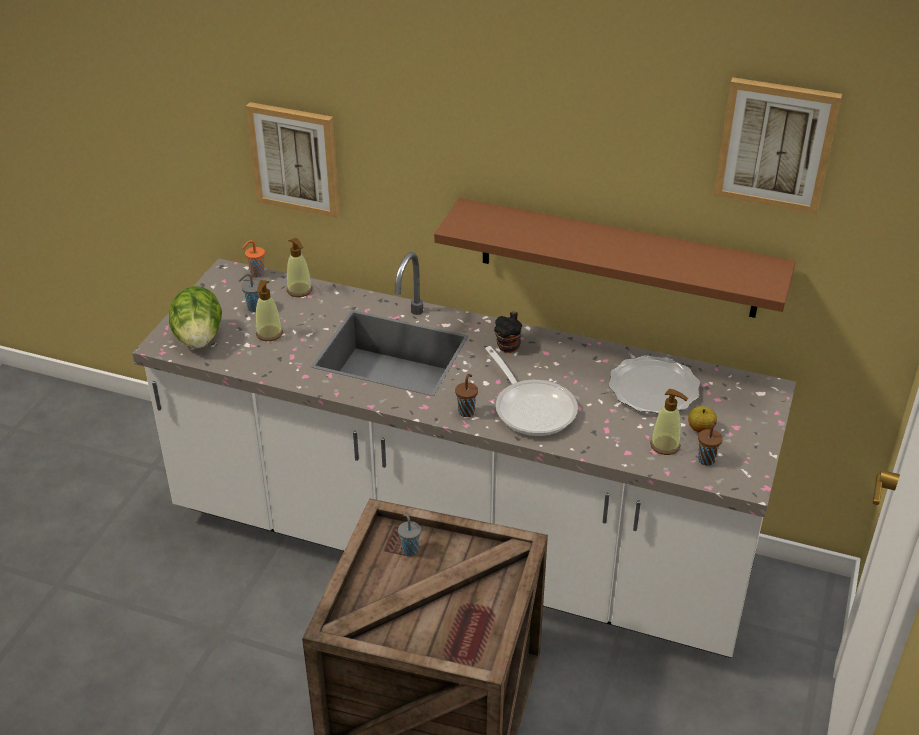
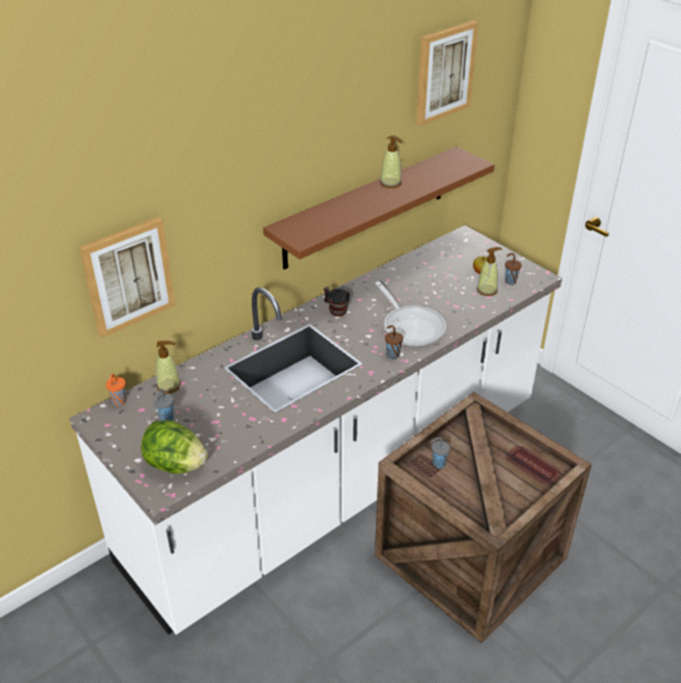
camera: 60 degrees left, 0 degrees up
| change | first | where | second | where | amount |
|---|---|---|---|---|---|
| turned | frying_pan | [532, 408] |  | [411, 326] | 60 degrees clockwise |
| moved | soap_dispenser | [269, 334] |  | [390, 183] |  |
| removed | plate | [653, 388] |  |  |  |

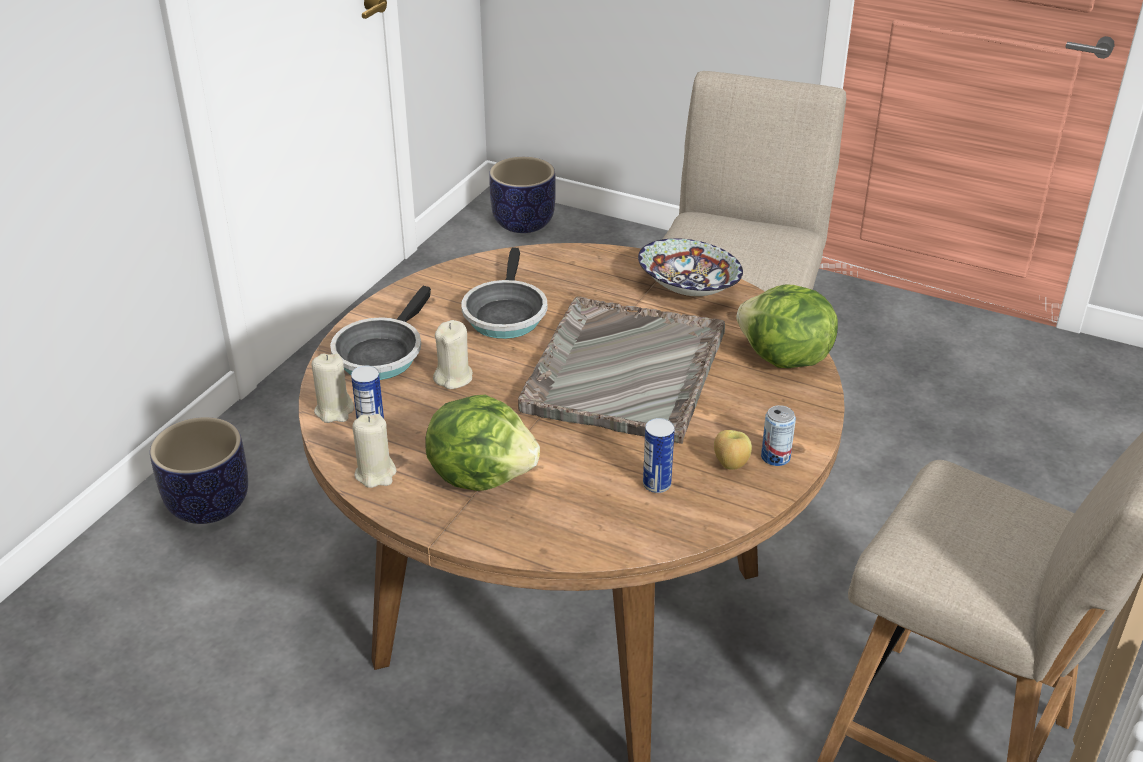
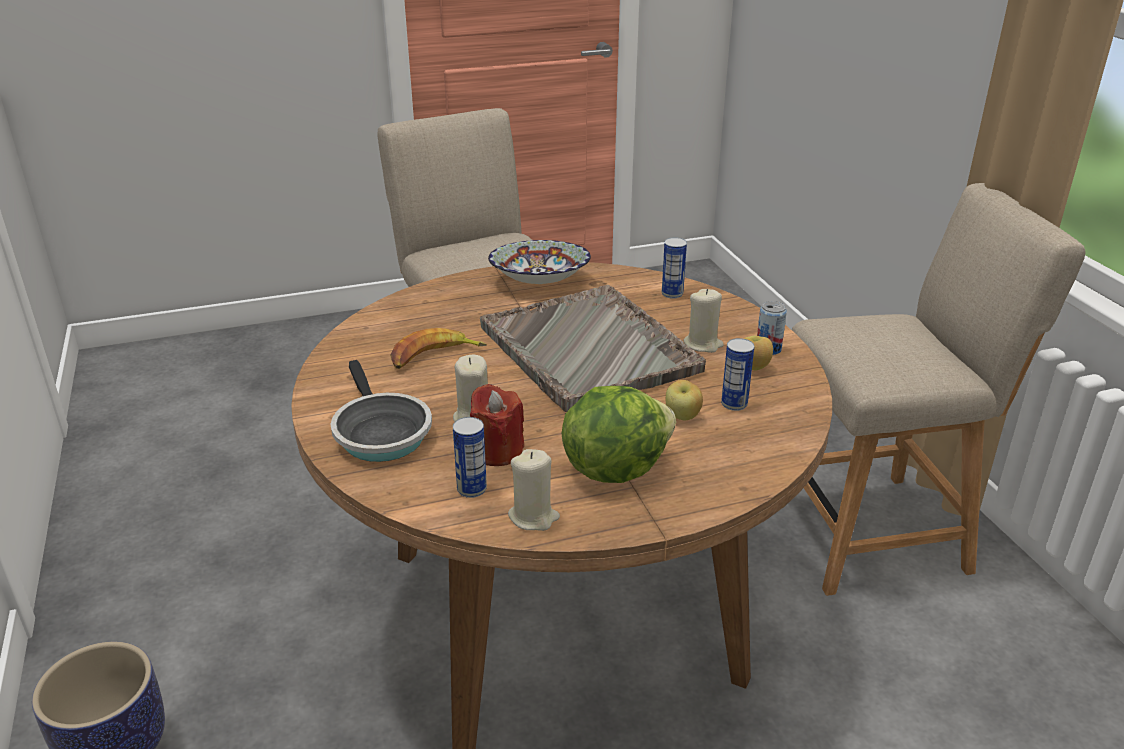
camera: 45 degrees left, 5 degrees down
| change | first | where | second | where | amount |
|---|---|---|---|---|---|
| replaced | frying_pan | [504, 314] | banana | [434, 356] |  |
| added |  |  | red_candle | [497, 451] |  |
| replaced | lettuce | [784, 359] | can | [672, 294] |  |
| added |  |  | apple | [682, 417] |  |
| moved | beige_candle | [334, 411] |  | [703, 344] |  |
| removed | planter | [523, 222] |  |  |  |

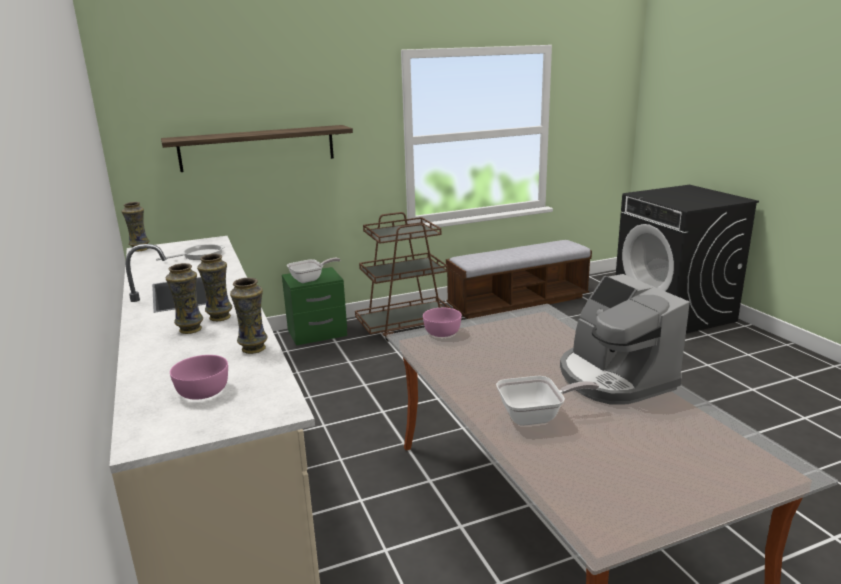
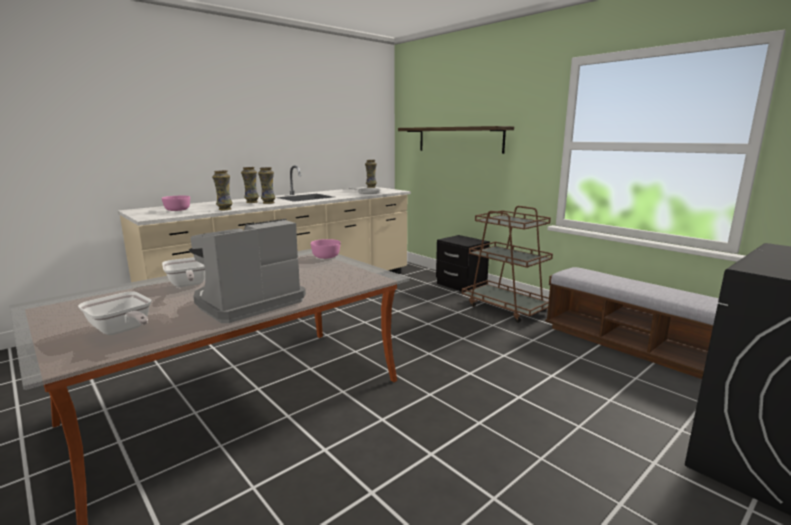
camera: 70 degrees right, 5 degrees down
| change | first | where | second | where | amount |
|---|---|---|---|---|---|
| moved | frying_pan | [310, 279] |  | [122, 330] |  |
| recoloured | green_nightstand | [317, 333] | black_nightstand | [460, 285] |  |

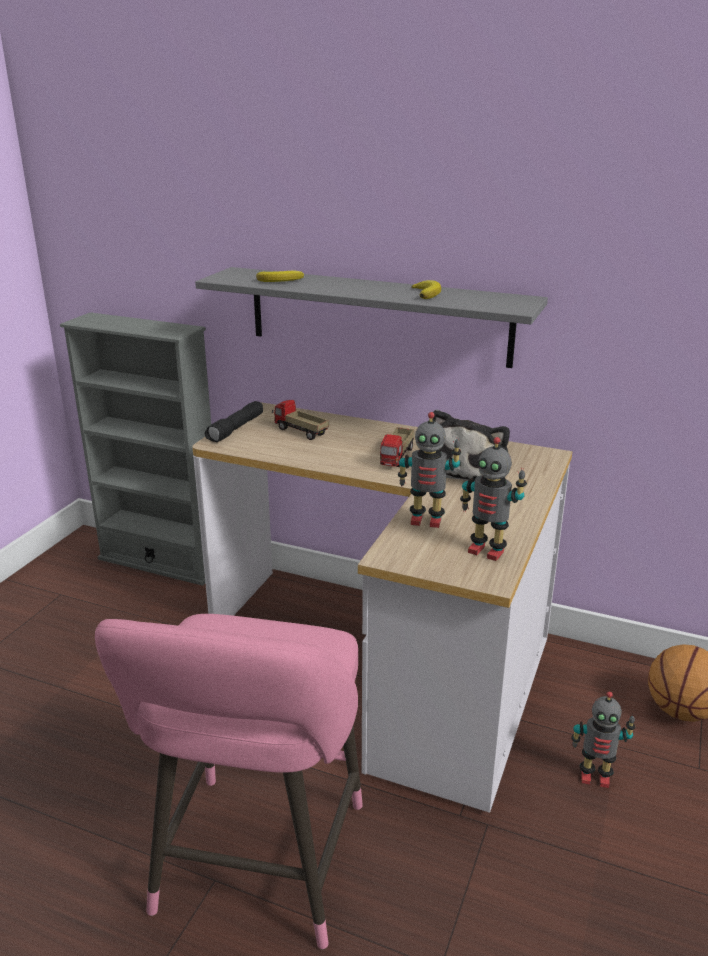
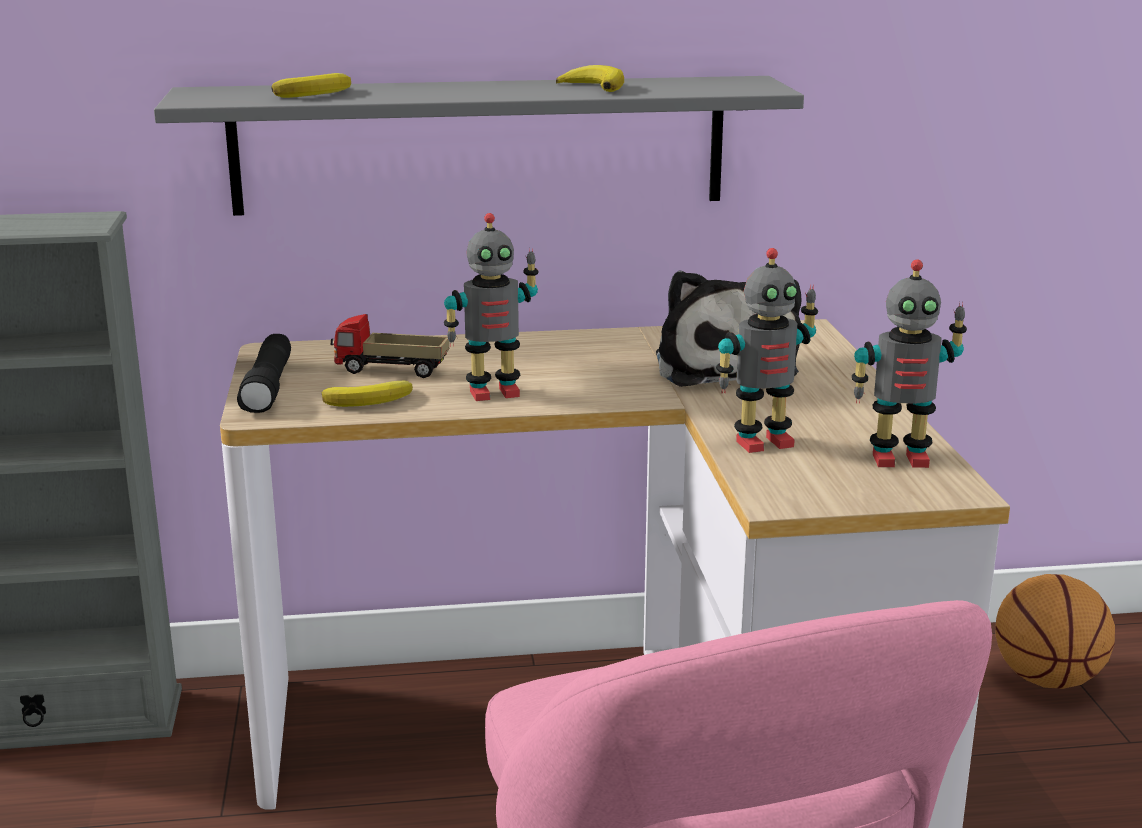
camera: 30 degrees left, 5 degrees down
| change | first | where | second | where | amount |
|---|---|---|---|---|---|
| added |  |  | banana | [372, 400] |  |
| moved | toy_robot | [595, 777] |  | [493, 392] |  |
| removed | toy_truck | [397, 457] |  |  |  |

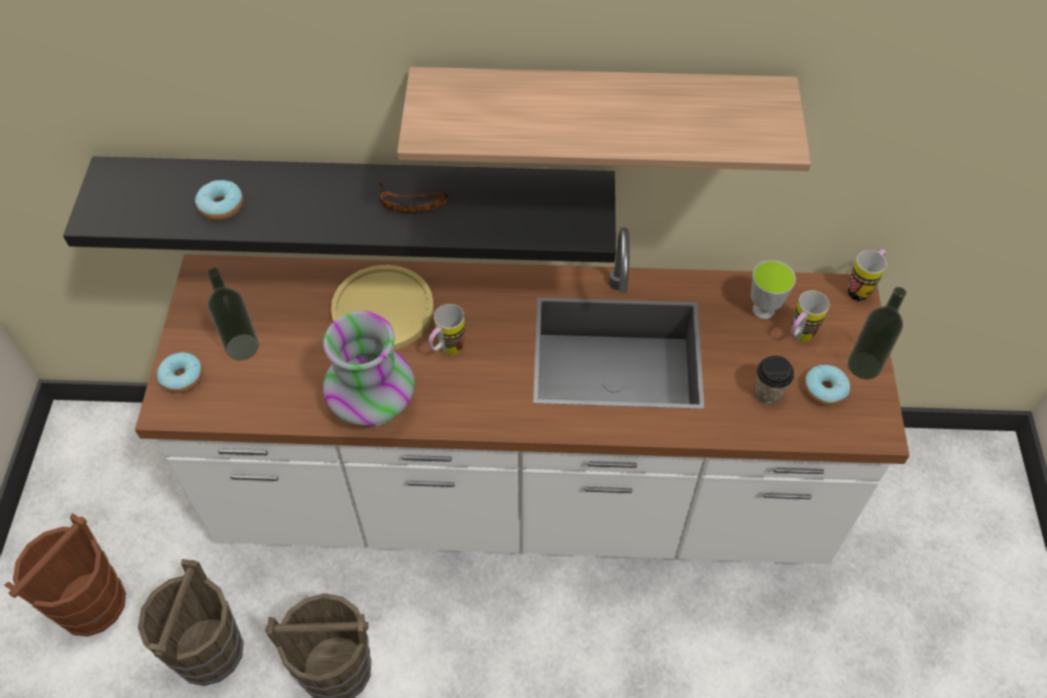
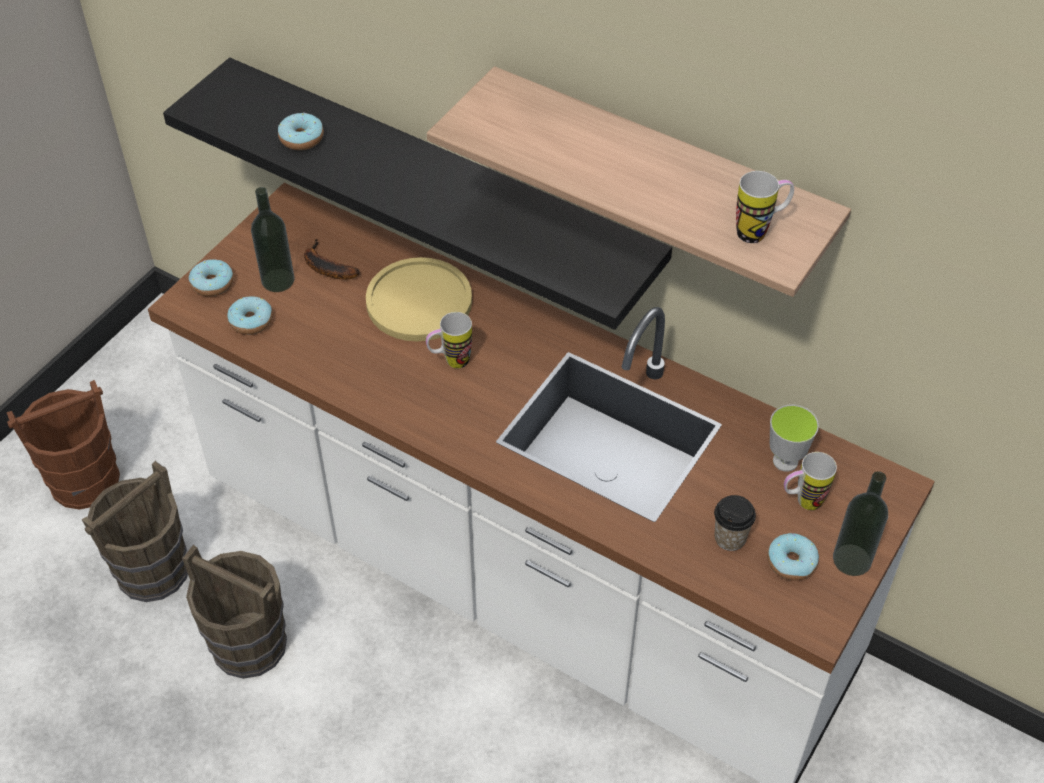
camera: 30 degrees right, 5 degrees down
| change | first | where | second | where | amount |
|---|---|---|---|---|---|
| added |  |  | donut | [251, 321] |  |
| moved | banana | [407, 205] |  | [325, 267] |  |
| moved | mug | [862, 289] |  | [759, 231] |  |
| removed | vase | [373, 403] |  |  |  |

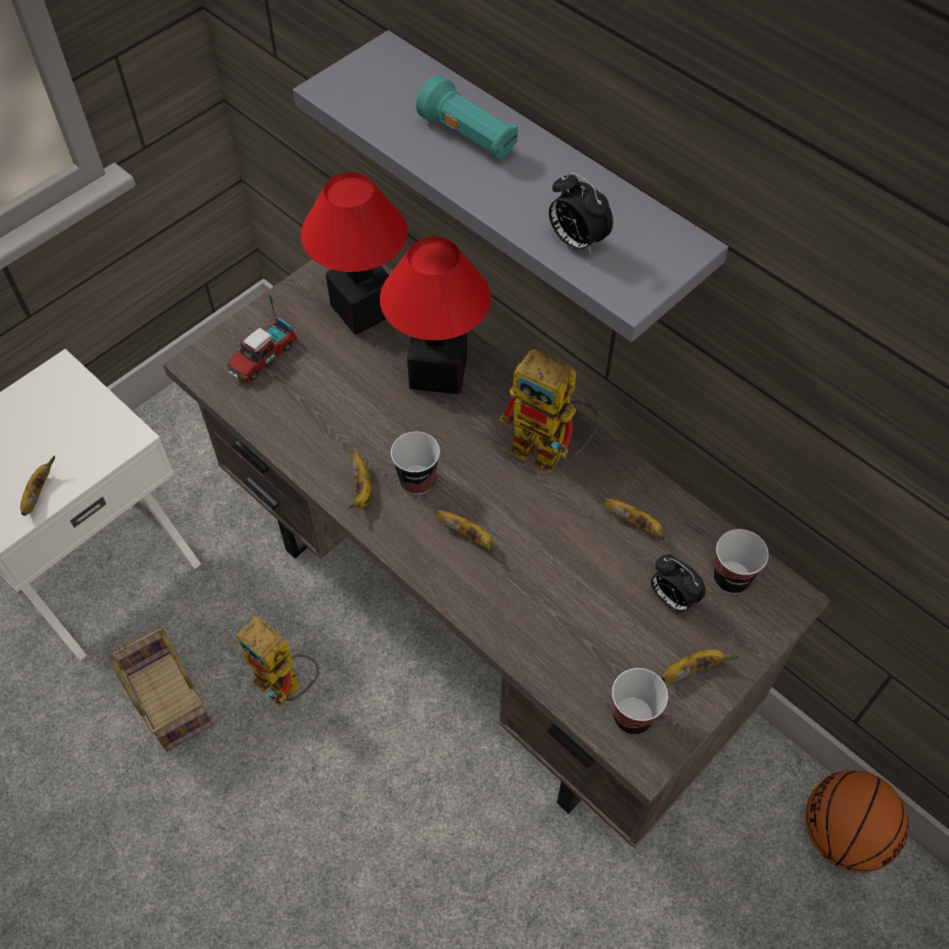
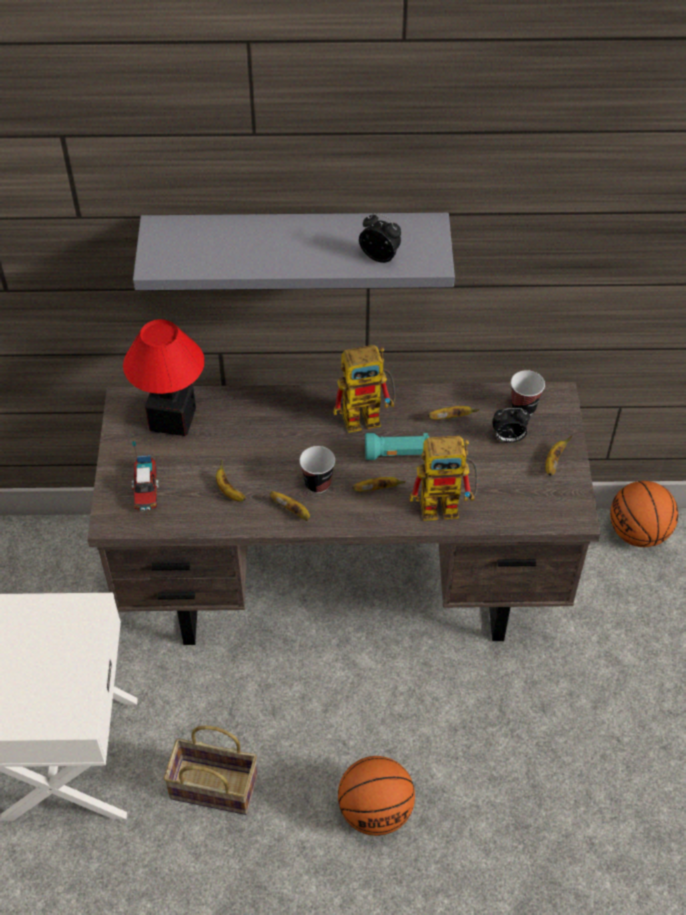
camera: 45 degrees left, 5 degrees down
| change | first | where | second | where | amount |
|---|---|---|---|---|---|
| moved | banana | [38, 494] |  | [229, 491] |  |
| added |  |  | basketball | [375, 811] |  |
| turned | alarm_clock | [576, 241] |  | [380, 256] | 150 degrees counterclockwise |
| moved | turquoise_flashlight | [468, 137] |  | [397, 454] |  |
| moved | toy_robot | [287, 687] |  | [448, 505] |  |
| removed | table_lamp | [437, 373] |  |  |  |
| removed | cup | [632, 716] |  |  |  |

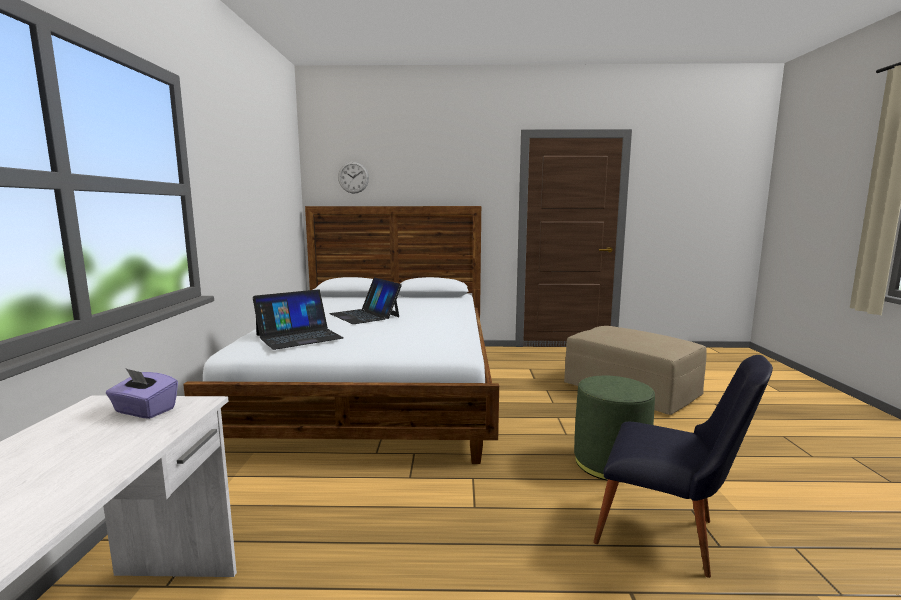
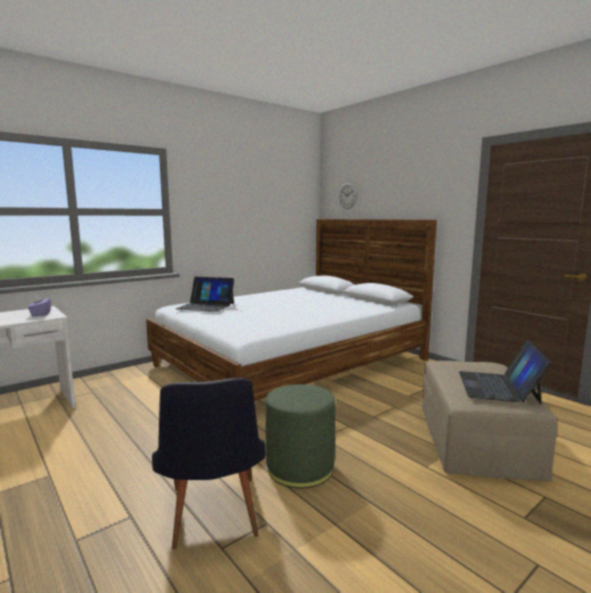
camera: 50 degrees right, 0 degrees up
| change | first | where | second | where | amount |
|---|---|---|---|---|---|
| moved | laptop | [365, 315] |  | [498, 387] |  |

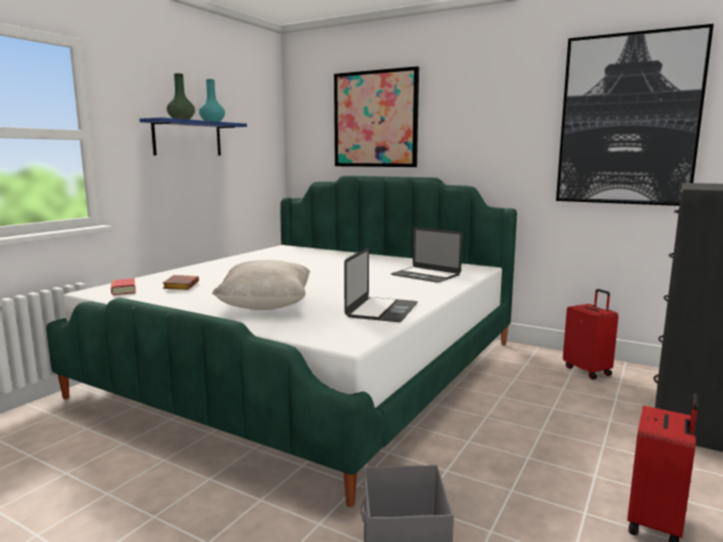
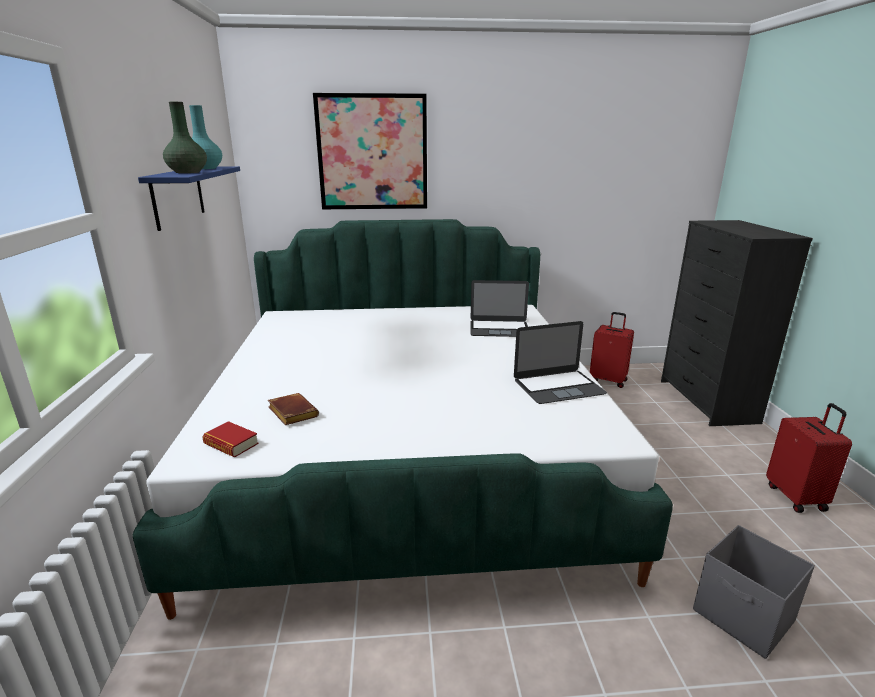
camera: 35 degrees left, 10 degrees up
| change | first | where | second | where | amount |
|---|---|---|---|---|---|
| turned | laptop | [382, 309] |  | [558, 387] | 90 degrees clockwise |
| removed | beige_pillow | [266, 306] |  |  |  |
| removed | picture | [628, 120] |  |  |  |

